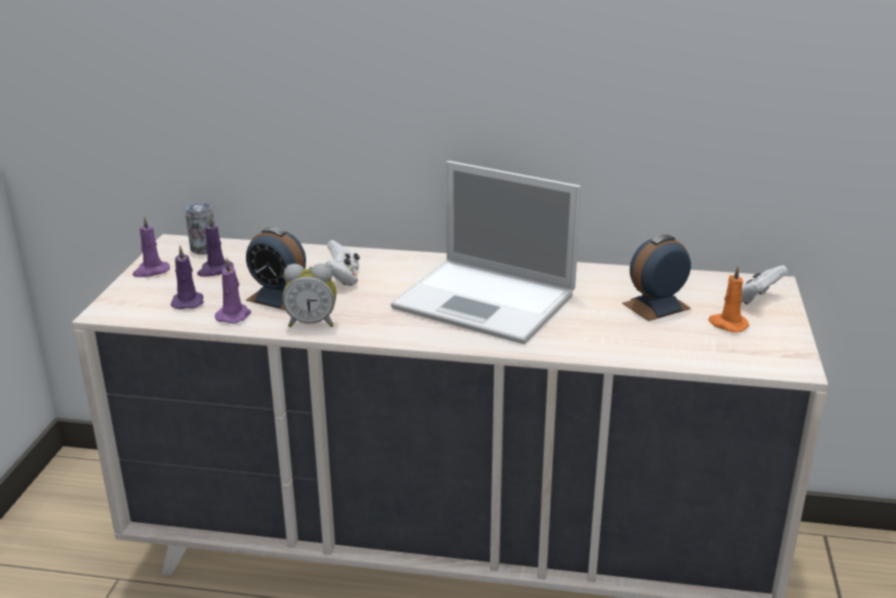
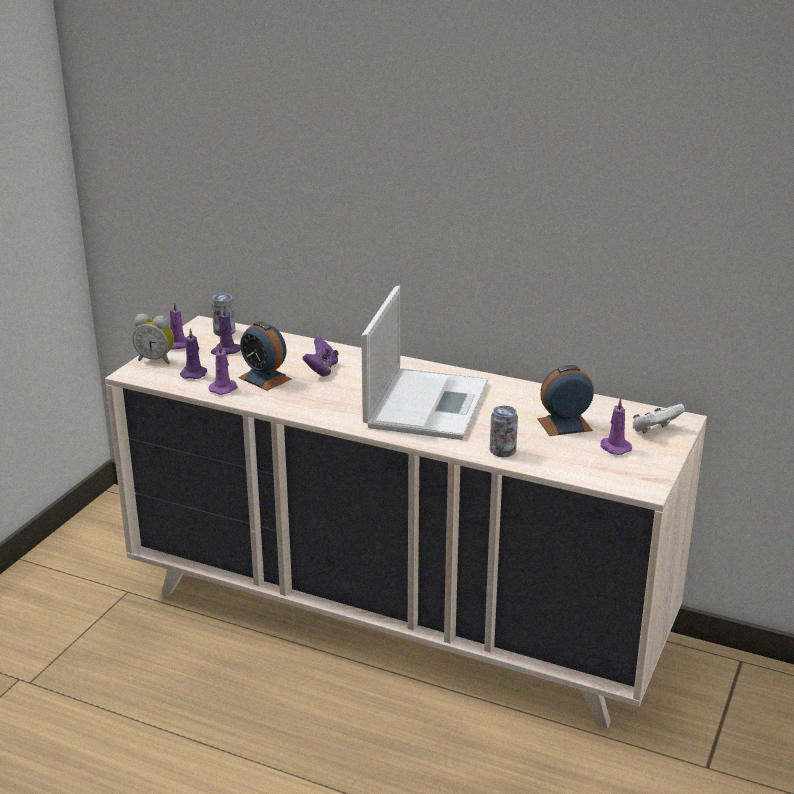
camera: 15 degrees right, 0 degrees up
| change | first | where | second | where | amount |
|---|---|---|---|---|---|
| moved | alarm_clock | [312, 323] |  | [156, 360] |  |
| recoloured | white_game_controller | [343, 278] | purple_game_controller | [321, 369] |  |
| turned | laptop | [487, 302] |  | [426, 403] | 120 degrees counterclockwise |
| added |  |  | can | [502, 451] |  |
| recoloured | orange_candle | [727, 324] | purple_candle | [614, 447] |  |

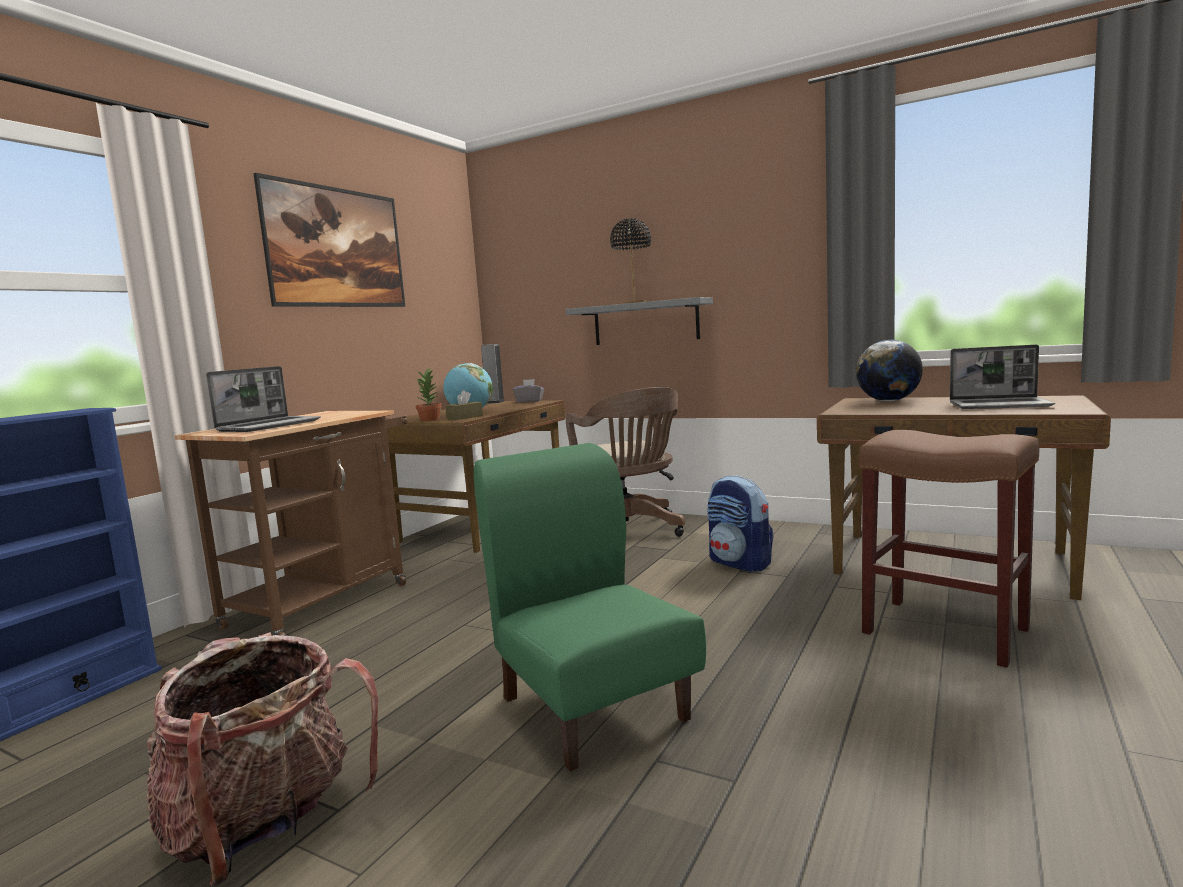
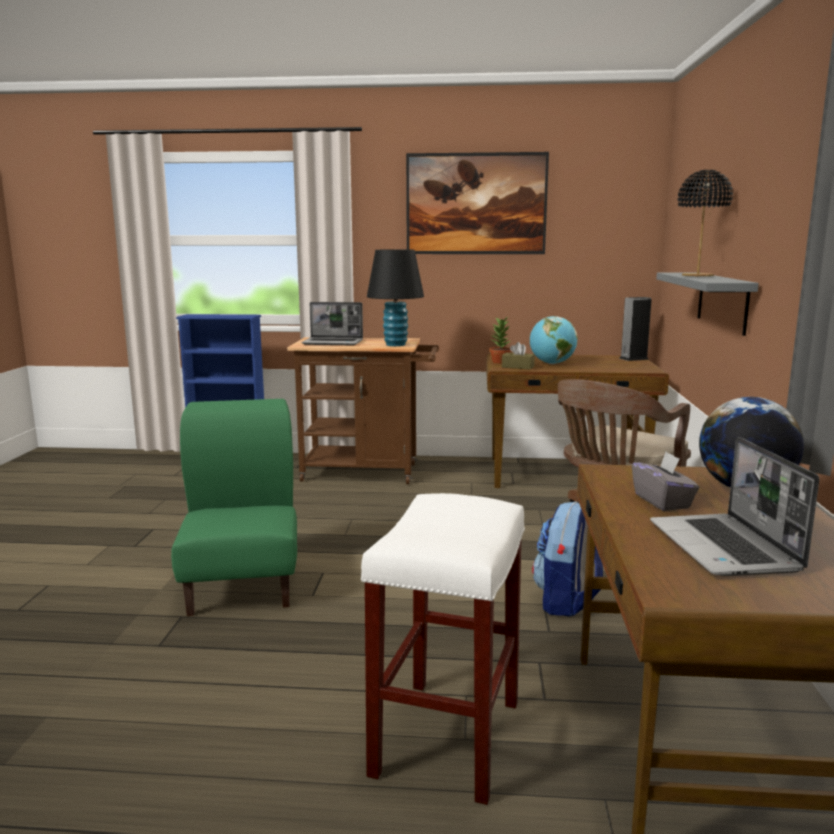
camera: 65 degrees right, 5 degrees up
| change | first | where | second | where | amount |
|---|---|---|---|---|---|
| turned | green_chair | [593, 707] |  | [243, 585] | 45 degrees counterclockwise |
| recoloured | brown_stool | [942, 630] | white_stool | [446, 736] |  |
| added |  |  | black_table_lamp | [395, 344] |  |
| moved | grey_tissue_box | [529, 401] |  | [662, 501] |  |
| removed | backpack | [265, 828] |  |  |  |

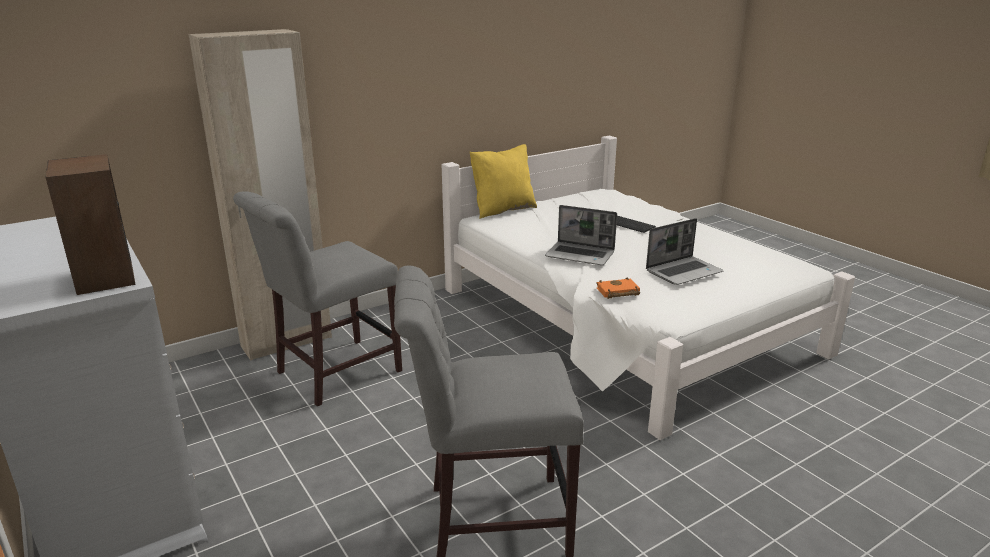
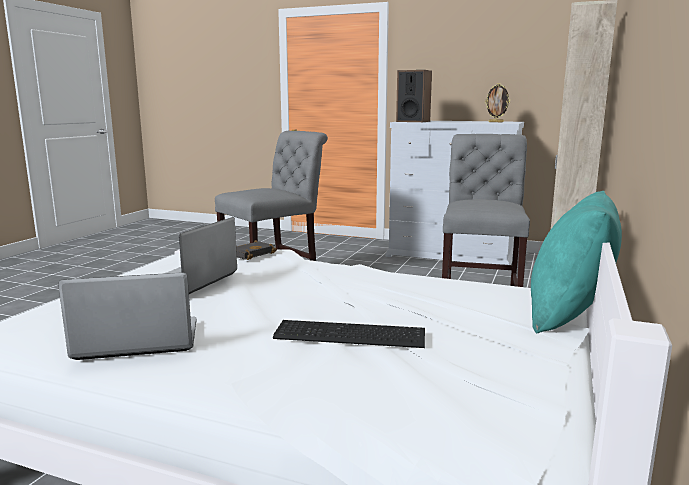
camera: 145 degrees right, 10 degrees down
| change | first | where | second | where | amount |
|---|---|---|---|---|---|
| moved | laptop | [581, 255] |  | [135, 341] |  |
| recoloured | orange_book | [617, 292] | black_book | [251, 253] |  |
| added |  |  | picture_frame | [496, 122] |  |
| recoloured | yellow_pillow | [502, 210] | turquoise_pillow | [569, 315] |  |

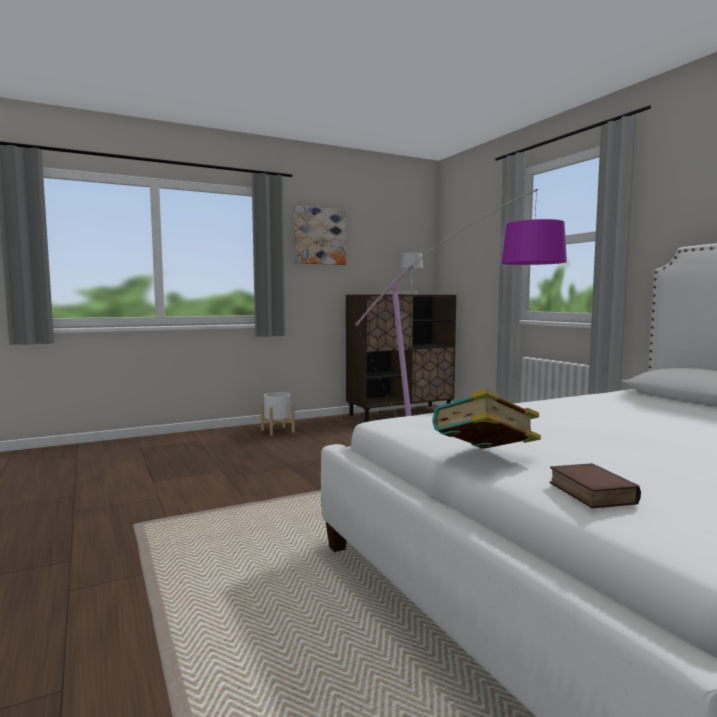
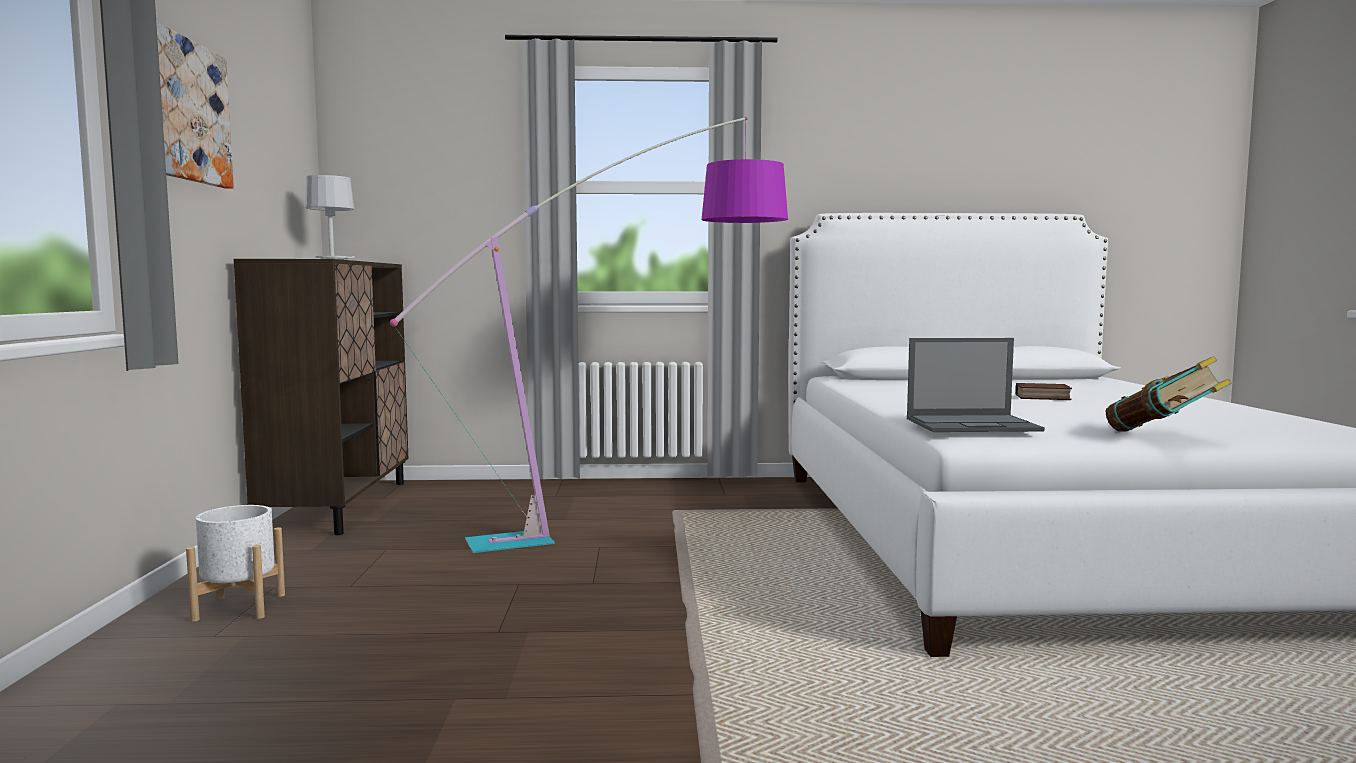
camera: 65 degrees left, 0 degrees up
| change | first | where | second | where | amount |
|---|---|---|---|---|---|
| added |  |  | laptop | [973, 424] |  |
| moved | book | [589, 492] |  | [1042, 397] |  |

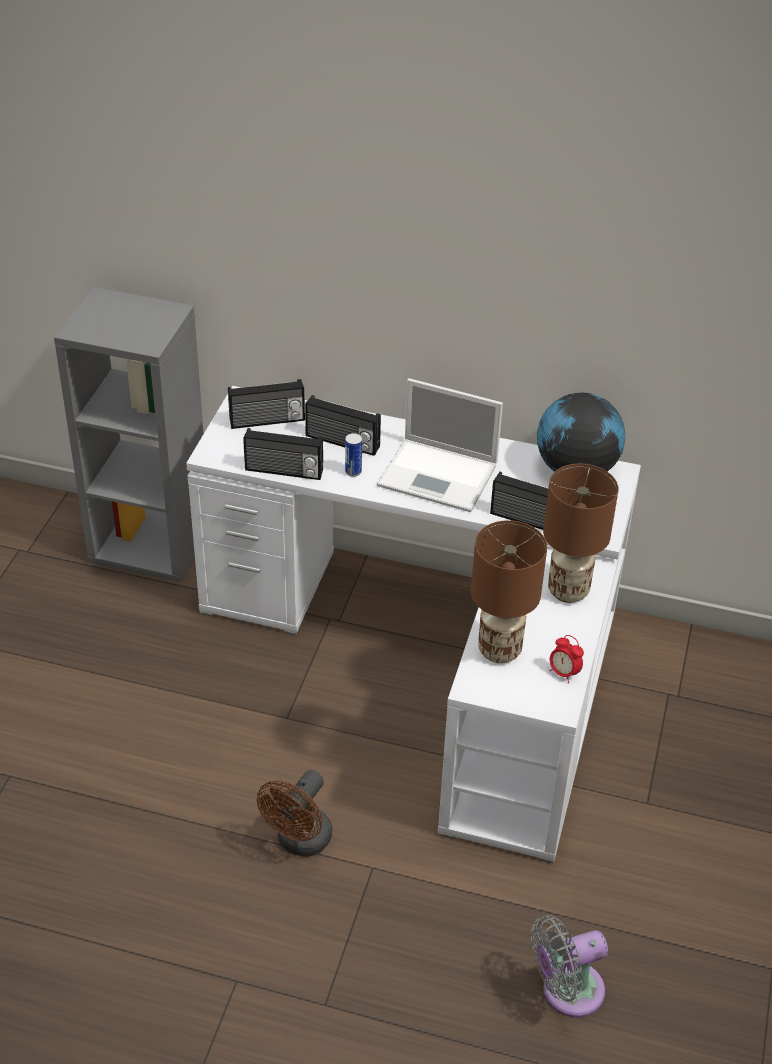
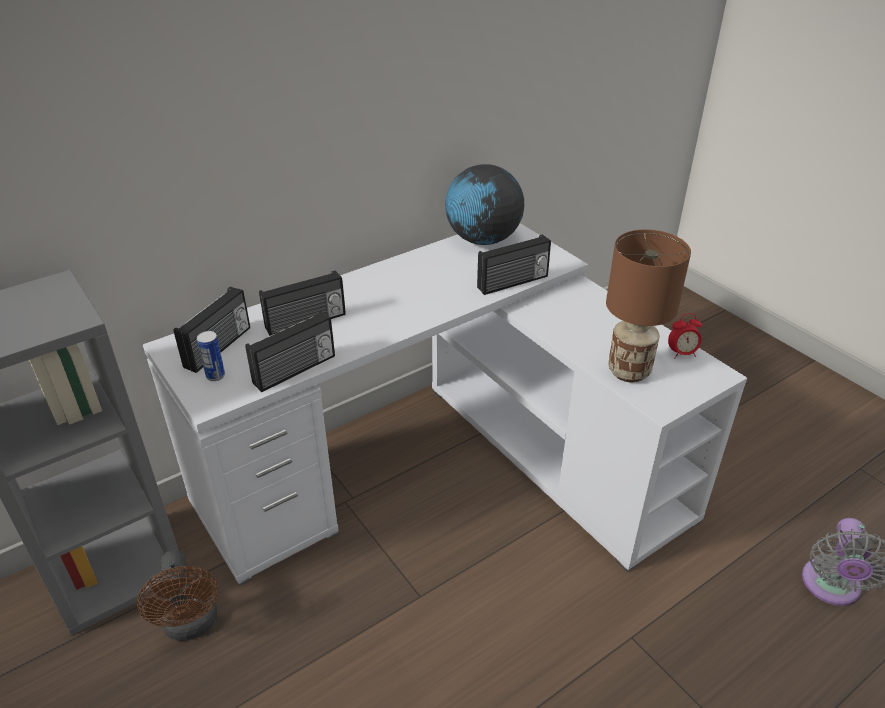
camera: 50 degrees left, 5 degrees down
| change | first | where | second | where | amount |
|---|---|---|---|---|---|
| moved | brown_fan | [299, 842] |  | [192, 625] |  |
| moved | can | [353, 472] |  | [215, 376] |  |
| removed | laptop | [440, 475] |  |  |  |
| removed | brown_table_lamp | [568, 590] |  |  |  |

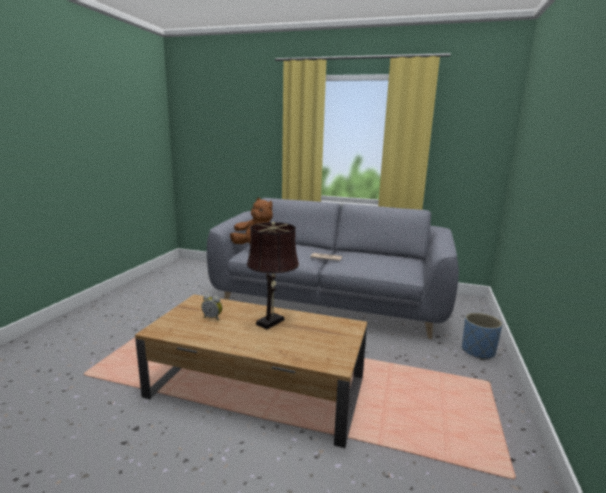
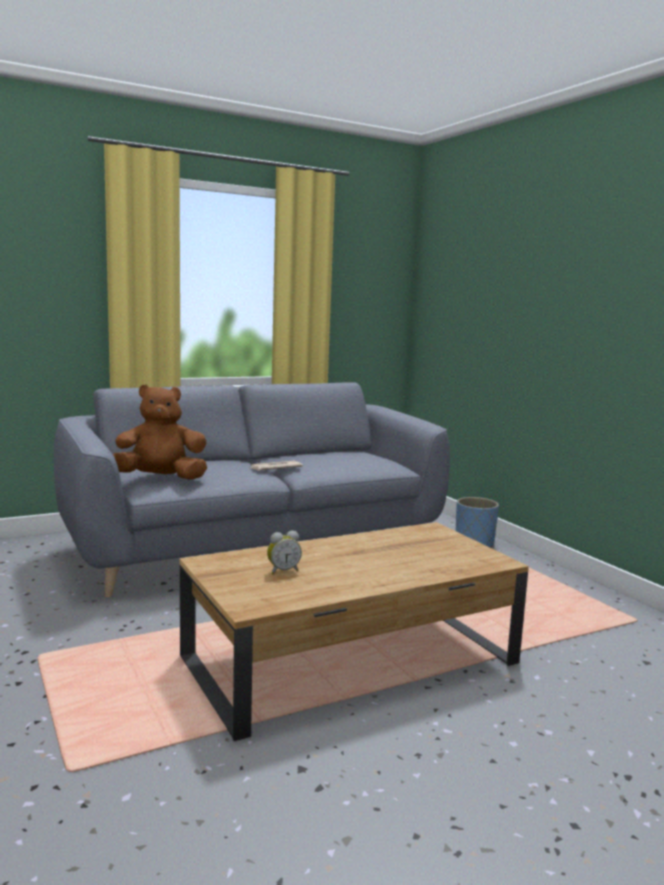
camera: 45 degrees left, 5 degrees down
| change | first | where | second | where | amount |
|---|---|---|---|---|---|
| removed | brown_table_lamp | [272, 321] |  |  |  |

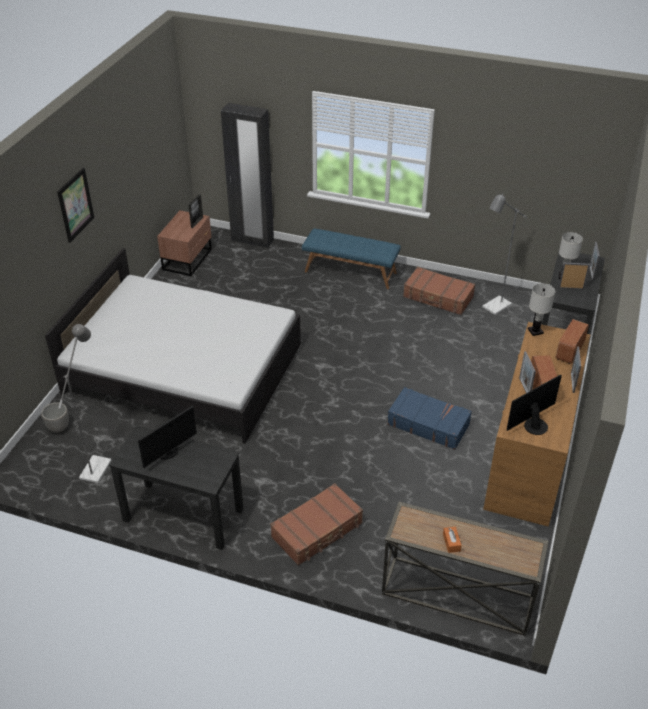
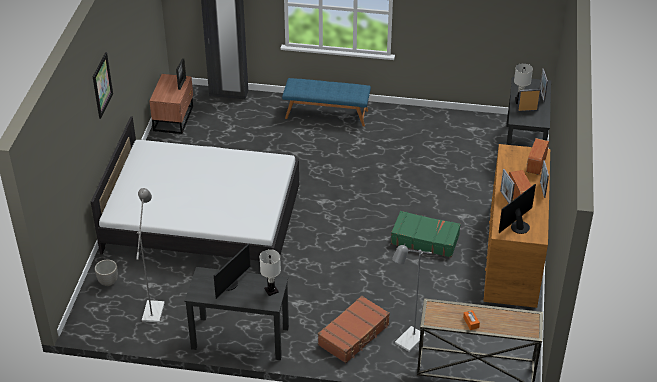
camera: 10 degrees left, 0 degrees up
| change | first | where | second | where | amount |
|---|---|---|---|---|---|
| moved | white_table_lamp | [535, 331] |  | [271, 290] |  |
| recoloured | blue_suitcase | [428, 424] | green_suitcase | [425, 239] |  |
| moved | grey_floor_lamp | [493, 308] |  | [406, 343] |  |
| removed | brown_suitcase | [438, 297] |  |  |  |

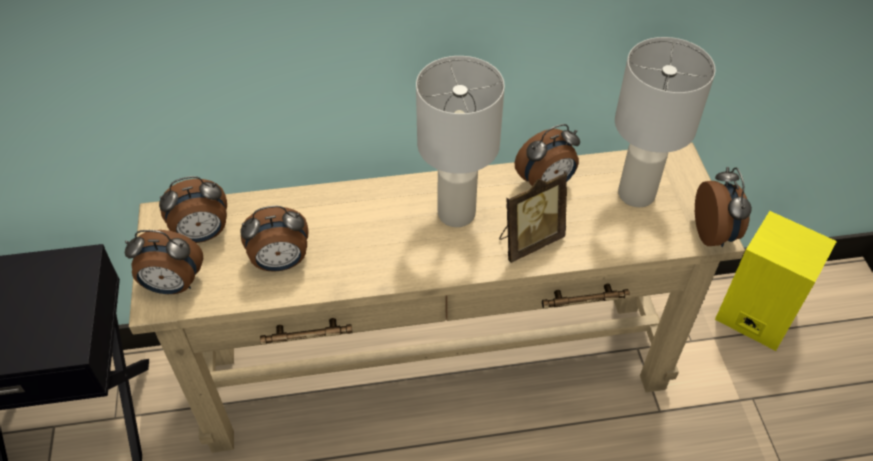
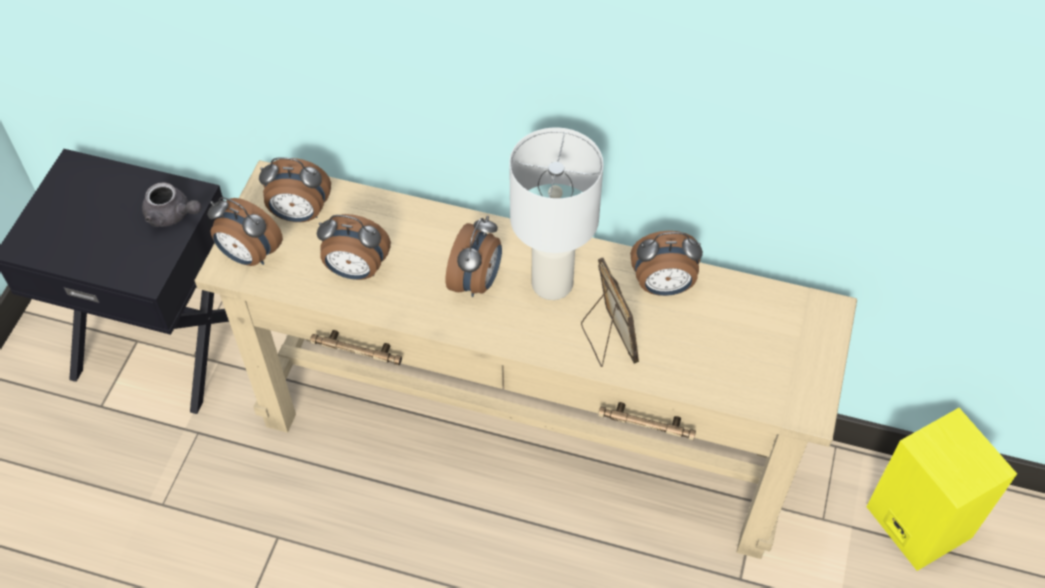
camera: 25 degrees right, 5 degrees up
| change | first | where | second | where | amount |
|---|---|---|---|---|---|
| added |  |  | grey_teapot | [172, 215] |  |
| moved | alarm_clock | [715, 233] |  | [477, 282] |  |
| turned | picture_frame | [528, 241] |  | [607, 341] | 105 degrees counterclockwise |
| removed | white_table_lamp | [635, 193] |  |  |  |

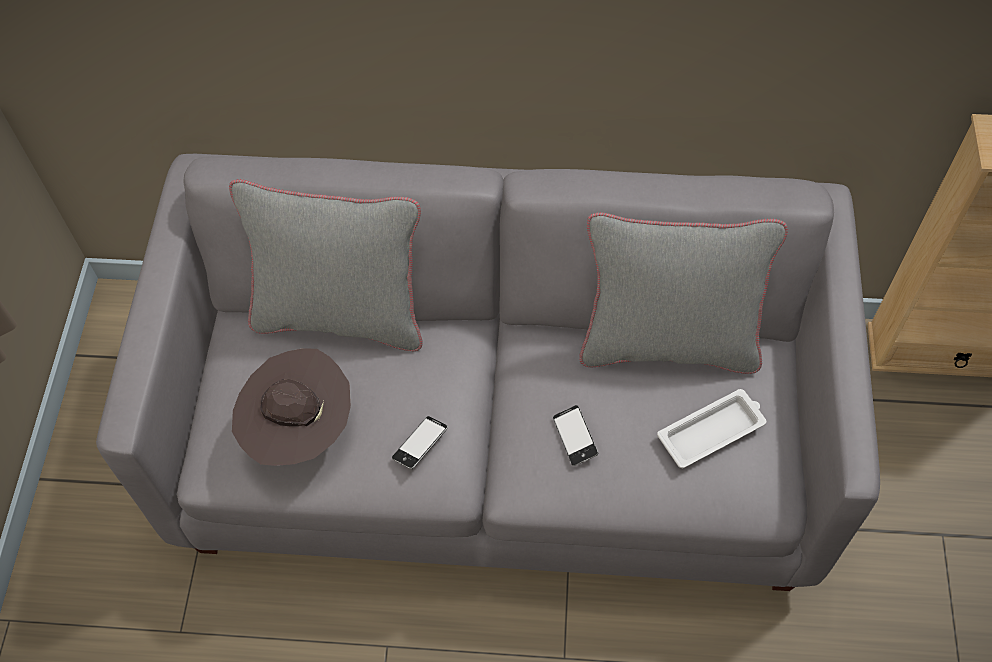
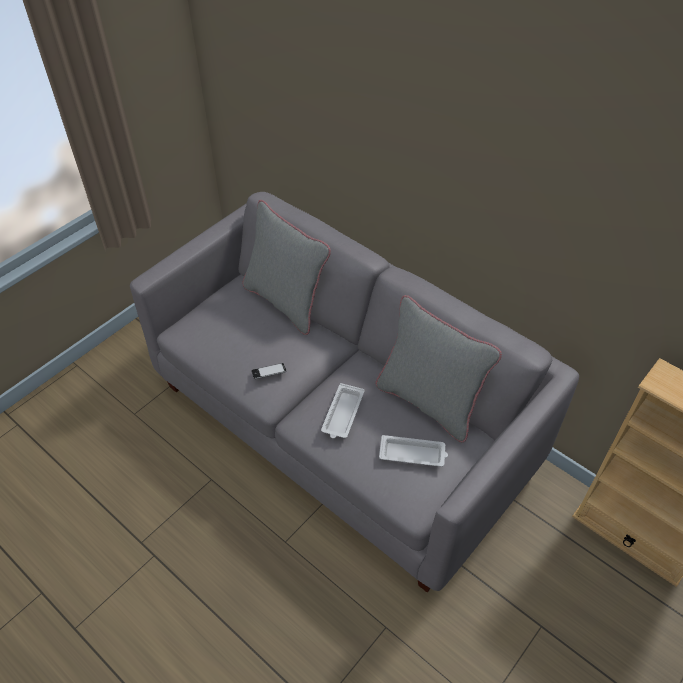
camera: 35 degrees right, 10 degrees down
| change | first | where | second | where | amount |
|---|---|---|---|---|---|
| replaced | phone | [575, 437] | white_tray | [342, 414] |  |
| removed | brown_hat | [298, 429] |  |  |  |

